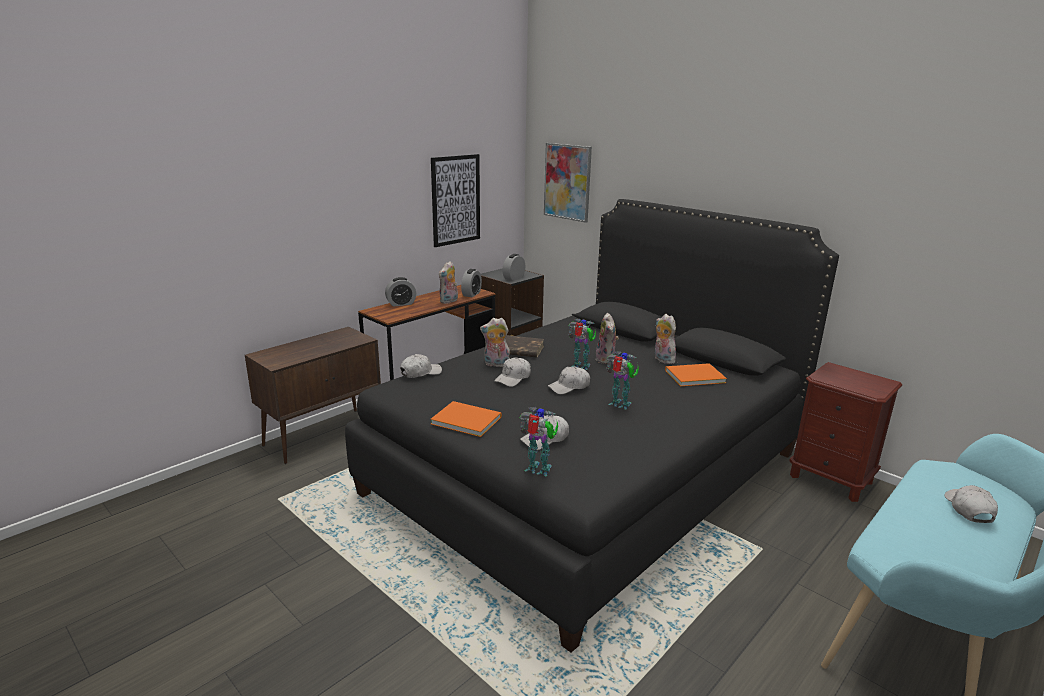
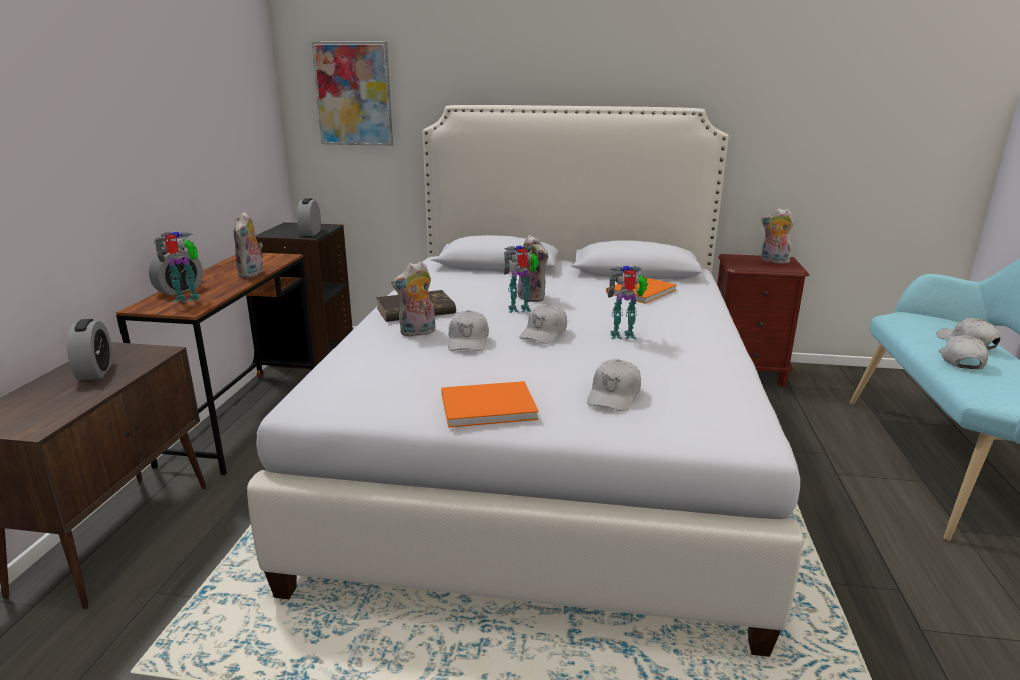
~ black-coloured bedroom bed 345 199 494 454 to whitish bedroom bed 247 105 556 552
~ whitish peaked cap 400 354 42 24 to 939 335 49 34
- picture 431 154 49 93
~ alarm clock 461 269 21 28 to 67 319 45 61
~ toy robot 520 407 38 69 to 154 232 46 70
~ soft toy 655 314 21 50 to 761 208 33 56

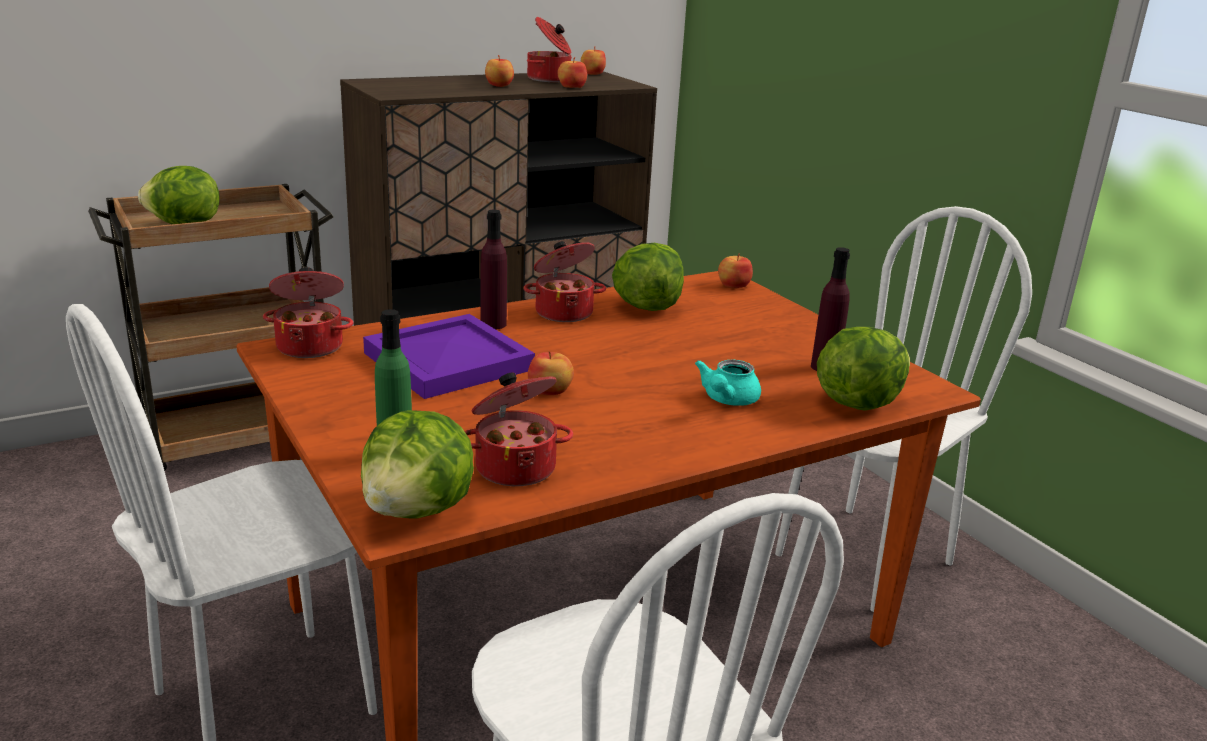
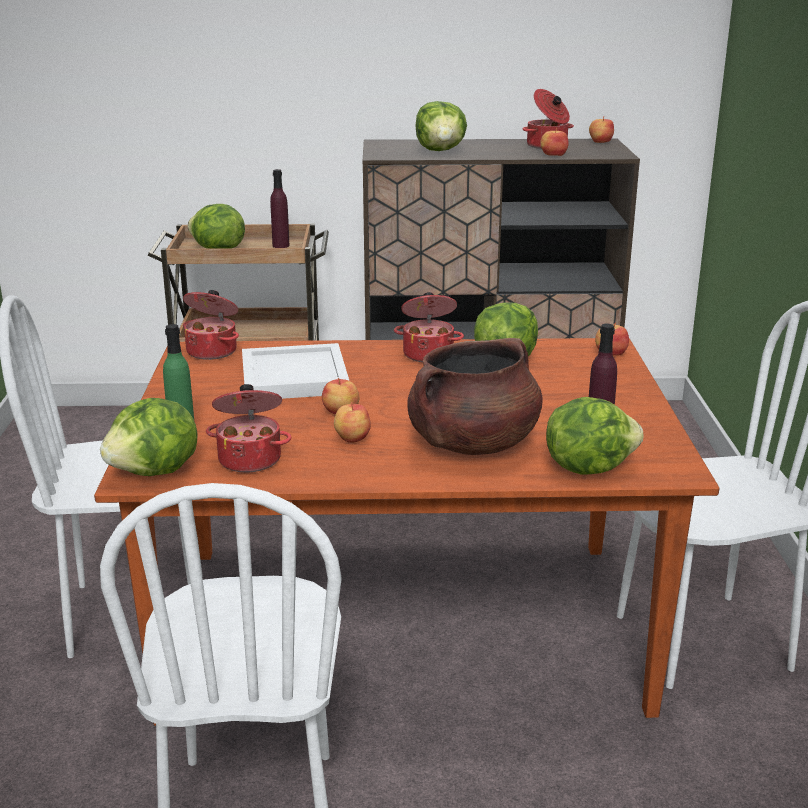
~ purple serving tray 363 314 172 85 to whitish serving tray 242 343 107 56
~ purple beverage bottle 480 210 27 119 to 270 169 19 79
~ whole apple 485 55 29 32 to 334 402 37 41
~ turquoise-coloured teapot 695 359 66 47 to brown-coloured saucepot 407 338 136 117
+ head of lettuce 416 101 51 50

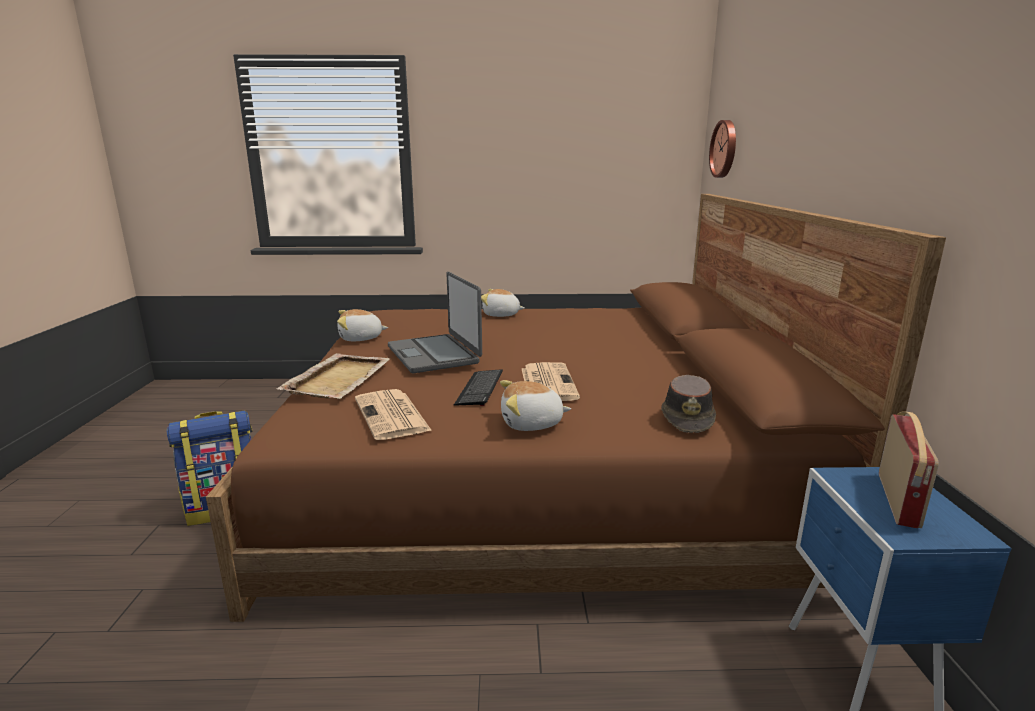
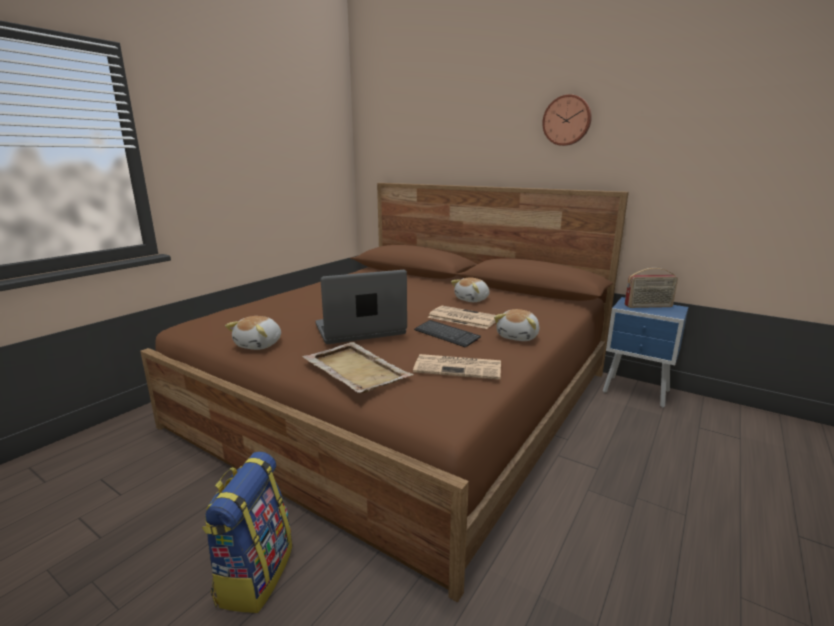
~ laptop 388 271 94 102 = 315 270 92 74 150 degrees clockwise
~ soft toy 481 289 43 28 to 451 277 39 25
- brown-coloured wearable hat 661 375 55 58
~ hanging clock 709 120 27 58 to 542 94 50 52
~ radio receiver 879 411 60 117 = 625 268 53 40 120 degrees clockwise

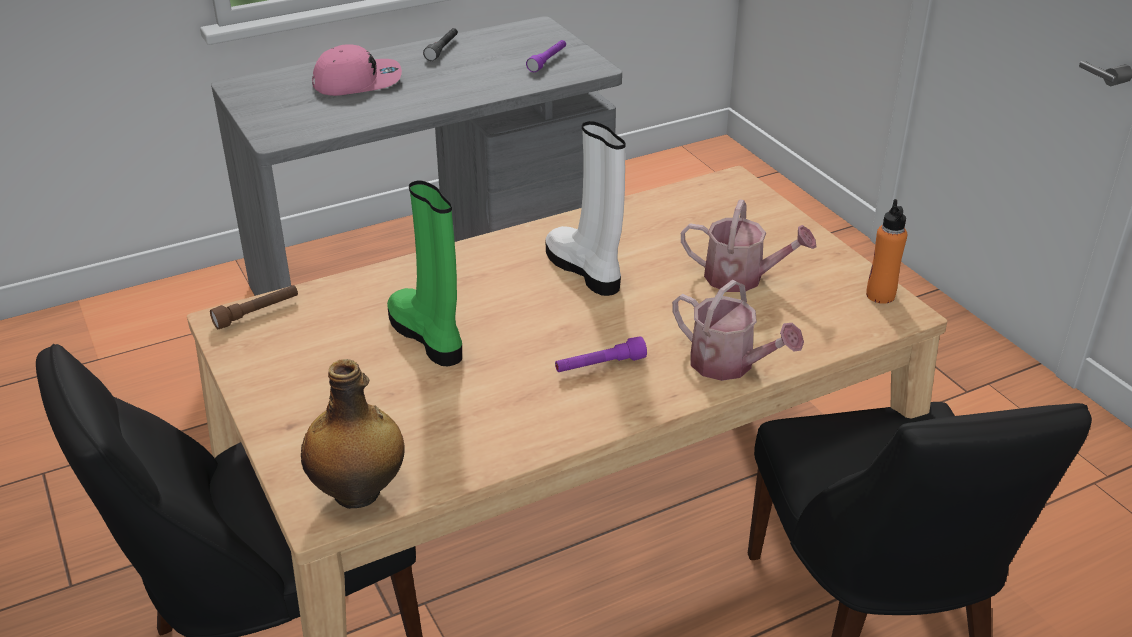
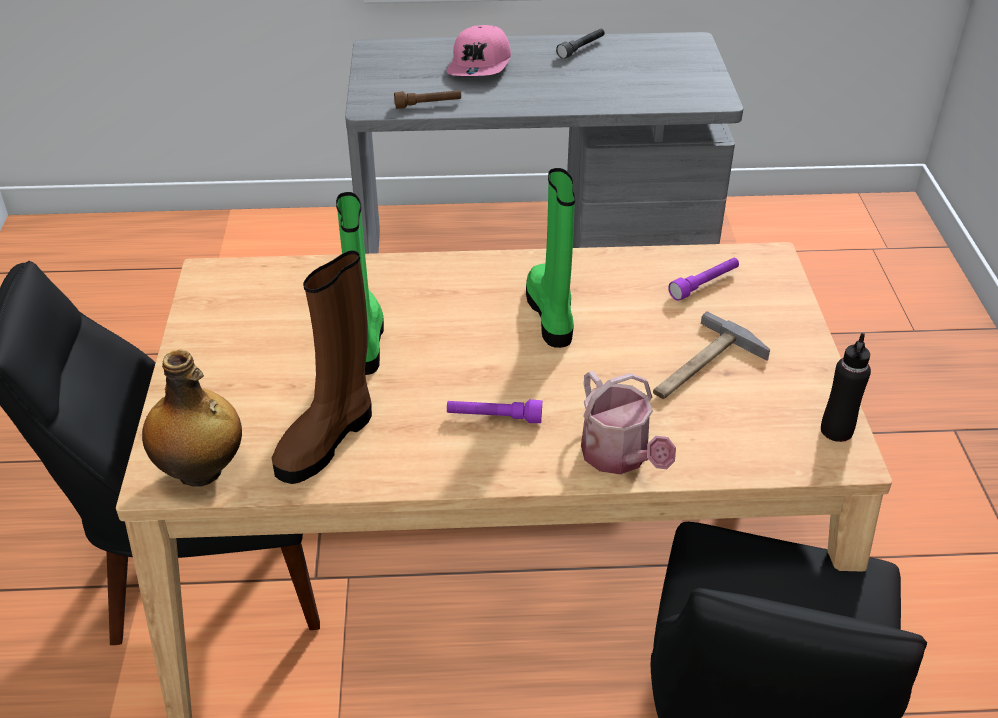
~ brown-coloured hand torch 210 285 88 44 to 394 90 67 19
~ pinkish peaked cap 312 44 90 52 = 447 25 64 51 90 degrees clockwise
~ purple hand torch 526 40 40 32 to 668 258 71 43
~ whitish high-top boot 546 121 79 175 to green-coloured high-top boot 526 168 49 180
~ watering can 681 200 135 92 to hand hammer 653 311 117 88
~ orangey beverage bottle 866 199 41 105 to black-coloured beverage bottle 821 333 50 109
+ brown-coloured high-top boot 272 250 100 234

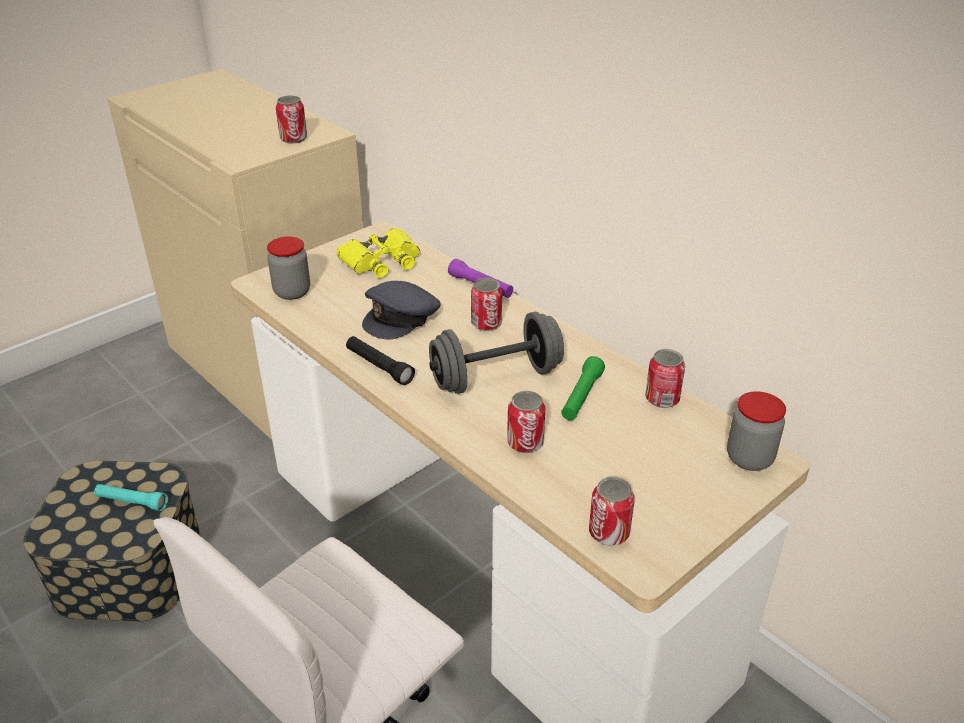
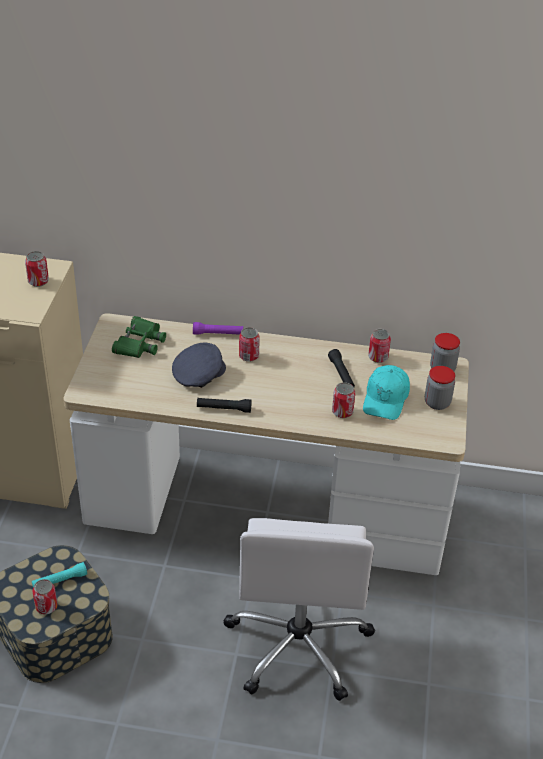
~ jar 267 237 43 63 to 425 366 30 44
~ yellow-coloured pair of binoculars 336 228 84 50 to green-coloured pair of binoculars 112 316 54 42
~ gray peaked cap 362 281 79 58 = 172 342 54 46 135 degrees counterclockwise
- gray dumbbell 429 312 135 82
~ green-coloured hand torch 561 356 44 64 to black-coloured hand torch 328 349 27 38
~ can 589 476 46 70 to 32 579 26 36
+ turquoise-coloured peaked cap 363 365 47 55

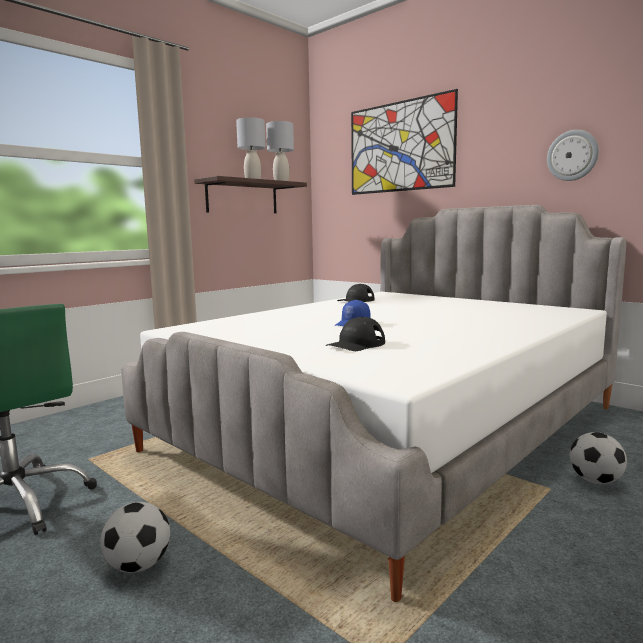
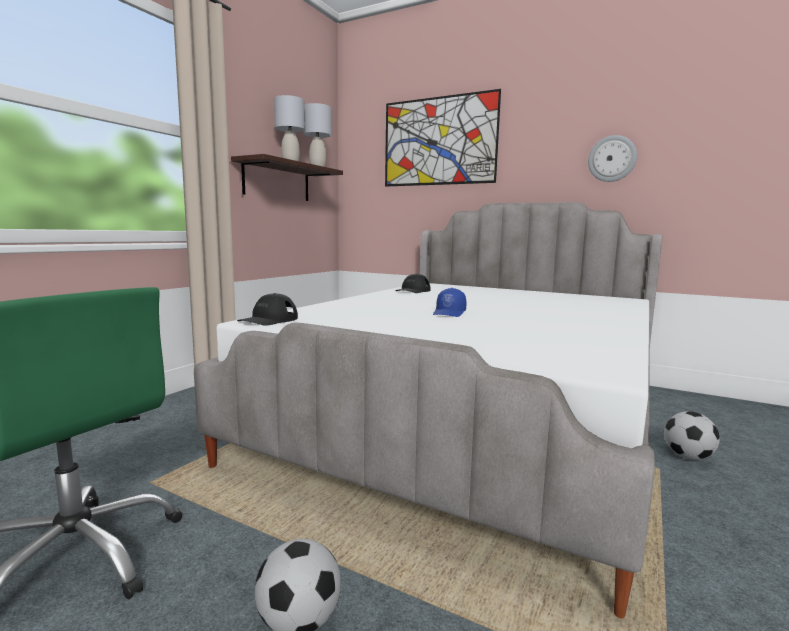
~ black-coloured peaked cap 326 317 59 34 to 237 293 61 33

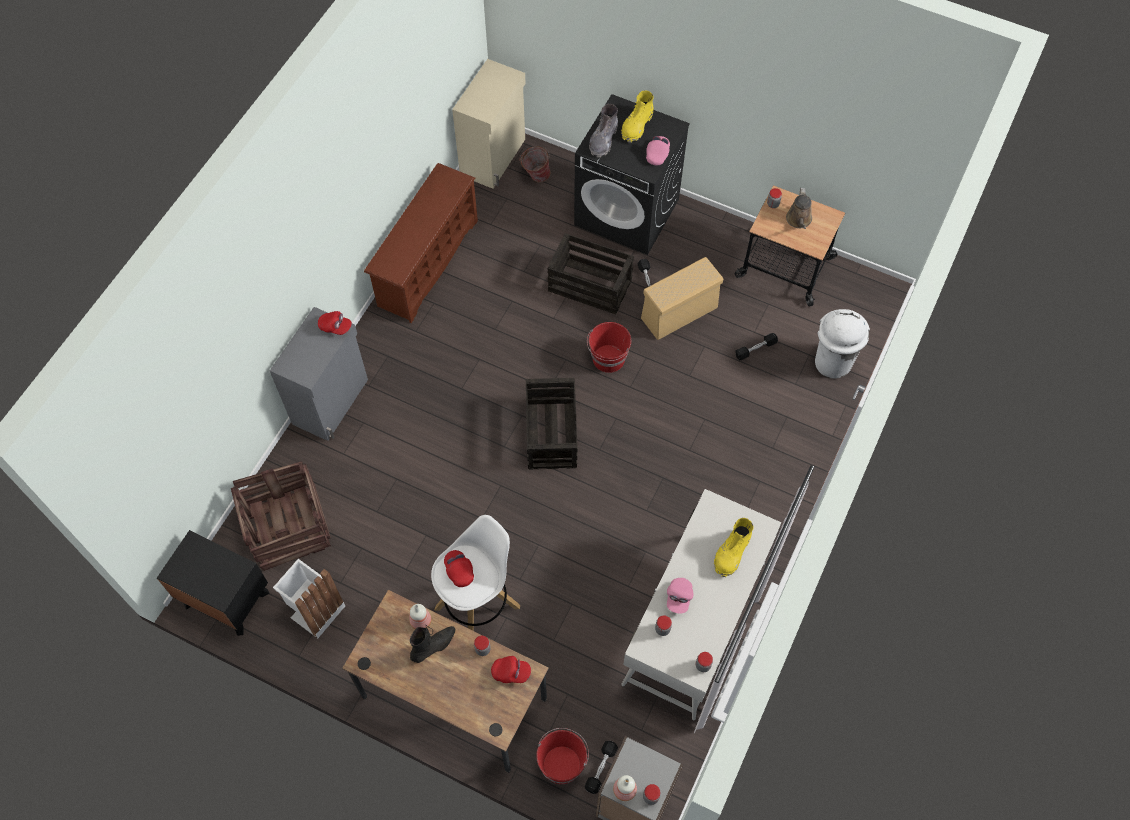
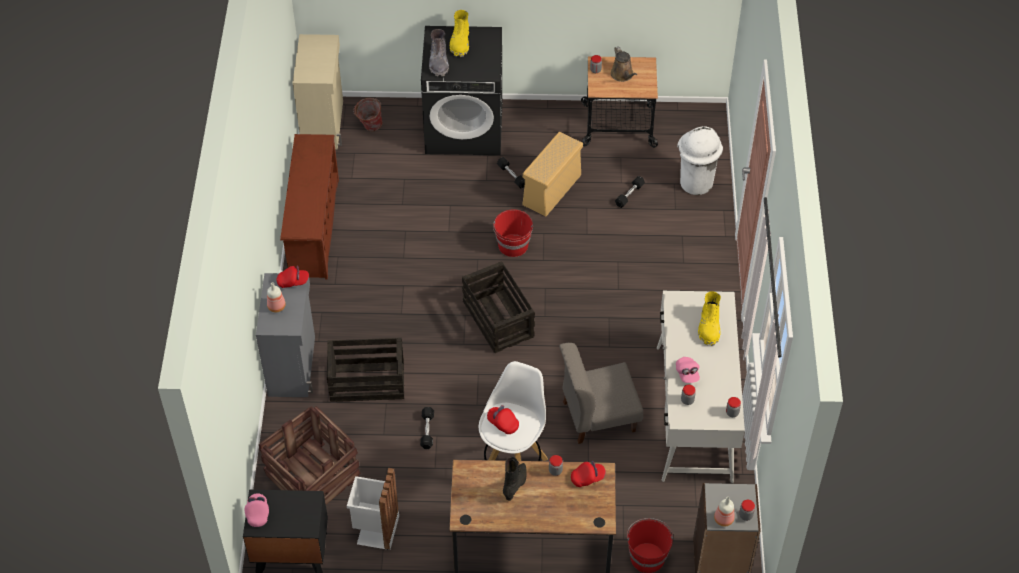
~ beverage bottle 409 604 23 25 to 267 282 19 30
~ crate 548 233 86 82 to 327 338 77 64
~ black-coloured dumbbell 585 741 33 53 to 420 407 14 42
~ pinkish peaked cap 646 136 24 29 to 245 493 24 34
+ gray chair 559 343 84 101

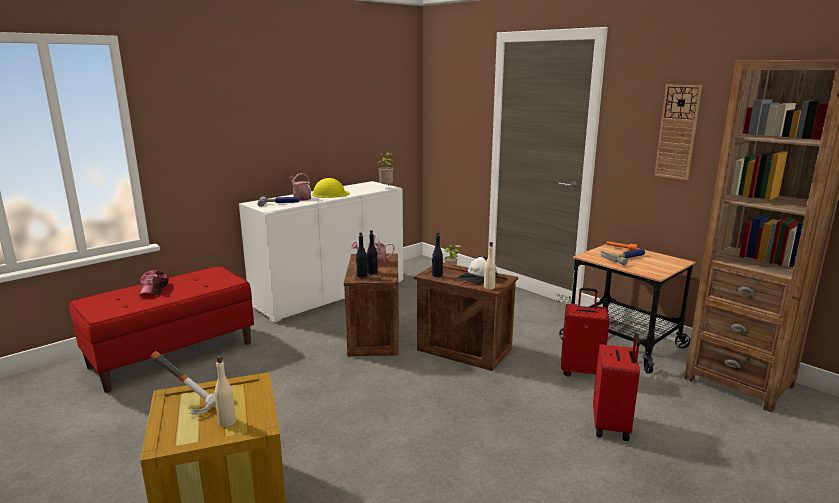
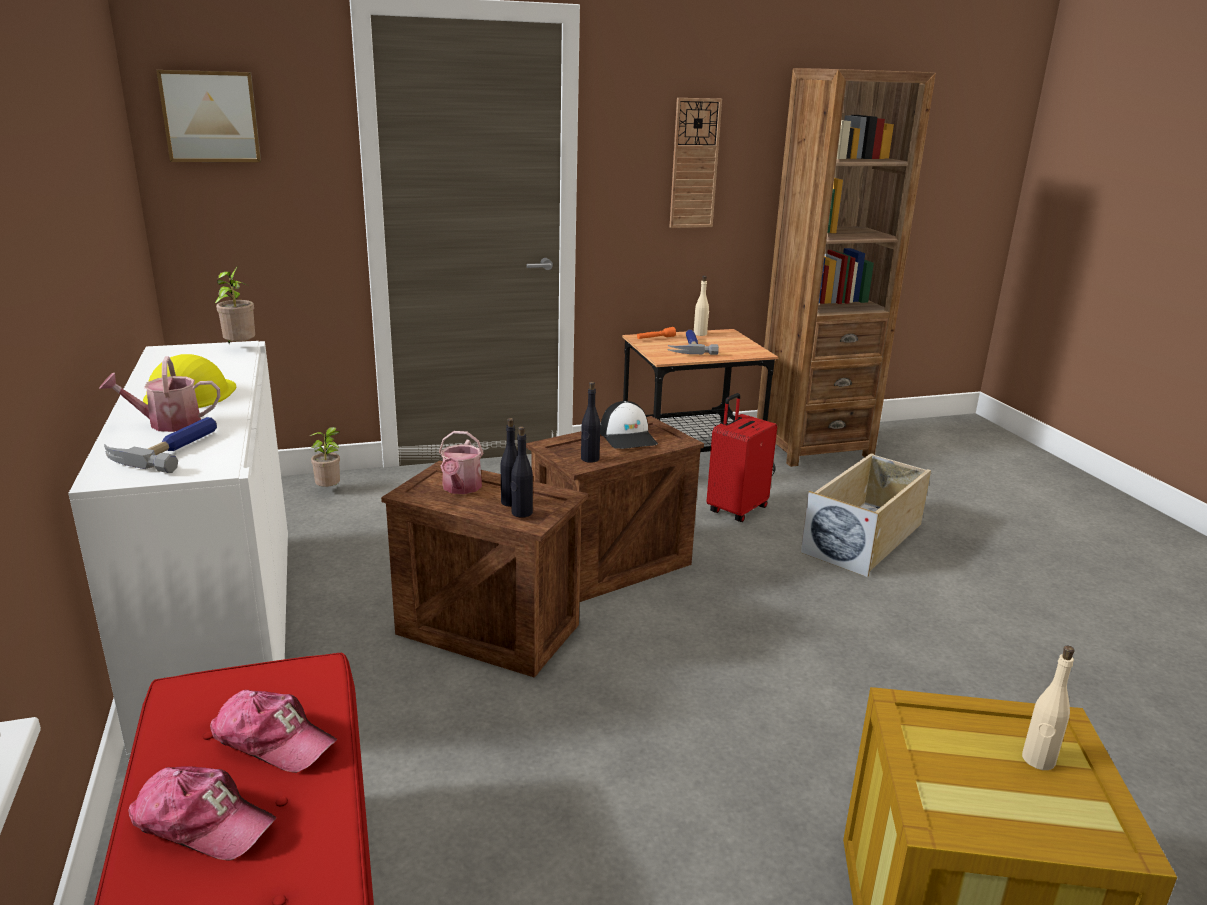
- hand hammer 151 351 65 64
~ beige beverage bottle 484 242 12 47 to 694 276 15 60
~ red travel case 593 333 47 108 to beige storage container 801 453 130 124
+ picture 156 70 105 92
+ peaked cap 210 690 128 83

